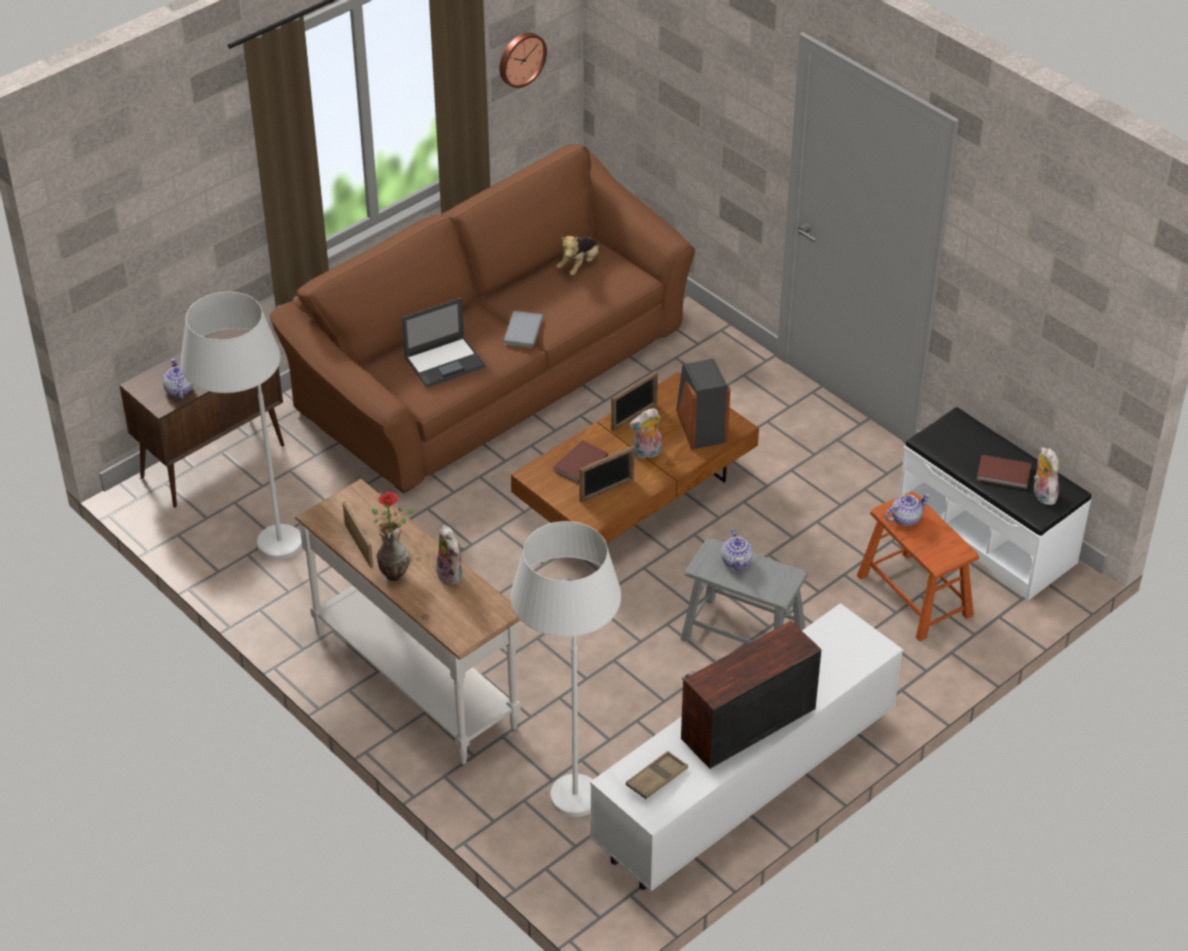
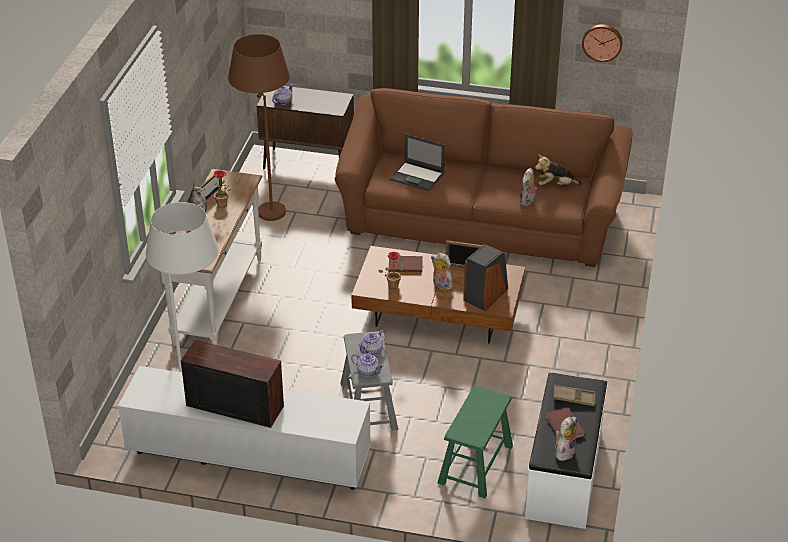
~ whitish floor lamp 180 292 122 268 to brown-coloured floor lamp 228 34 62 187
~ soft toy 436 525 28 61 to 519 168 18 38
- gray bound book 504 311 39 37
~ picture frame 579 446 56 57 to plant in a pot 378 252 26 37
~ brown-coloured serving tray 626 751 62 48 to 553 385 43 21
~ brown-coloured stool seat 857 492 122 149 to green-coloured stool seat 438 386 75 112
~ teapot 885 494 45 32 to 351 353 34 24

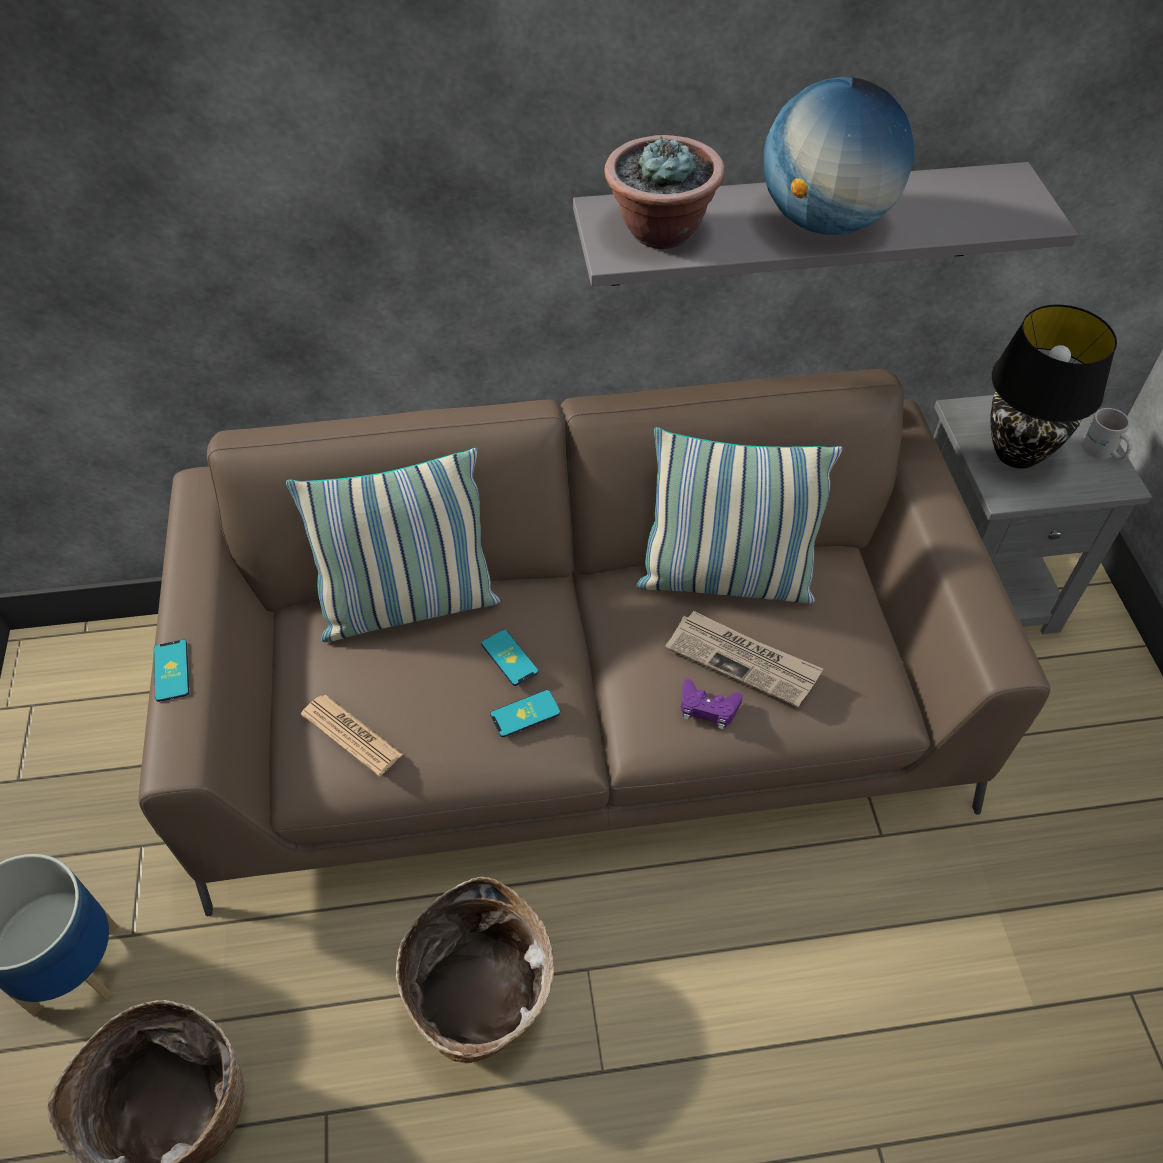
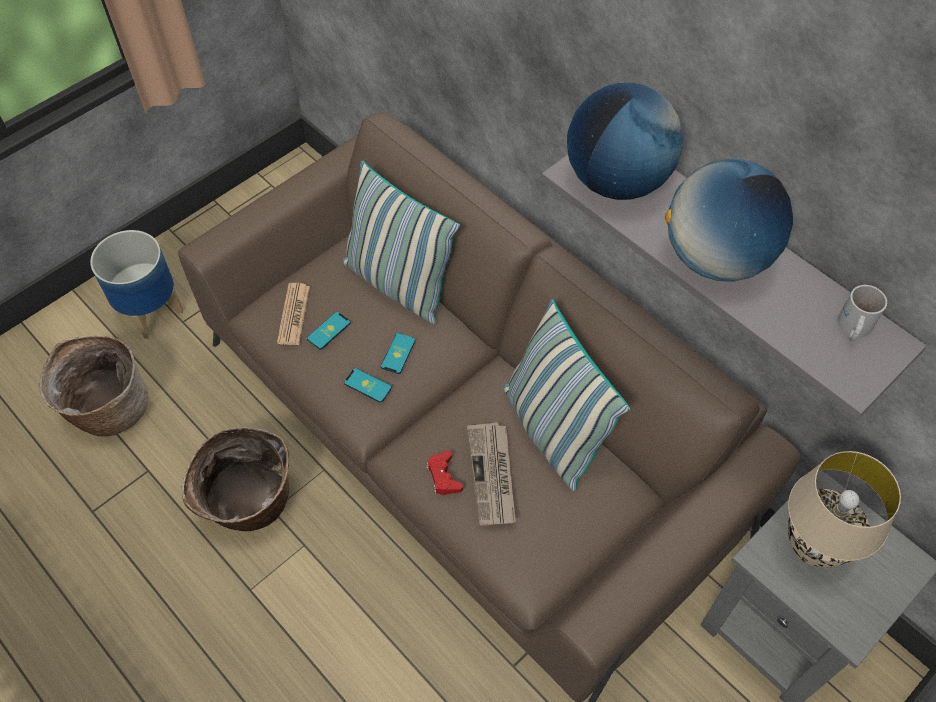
~ phone 154 640 35 62 to 307 312 44 38
~ plant in a pot 604 135 121 114 to world globe 567 83 116 117
~ purple joypad 681 679 62 51 to red joypad 426 450 37 45
~ black-coloured lamp for a table 990 304 127 165 to beige lamp for a table 788 451 113 117
~ whitish tea mug 1081 408 51 52 to 838 285 49 56

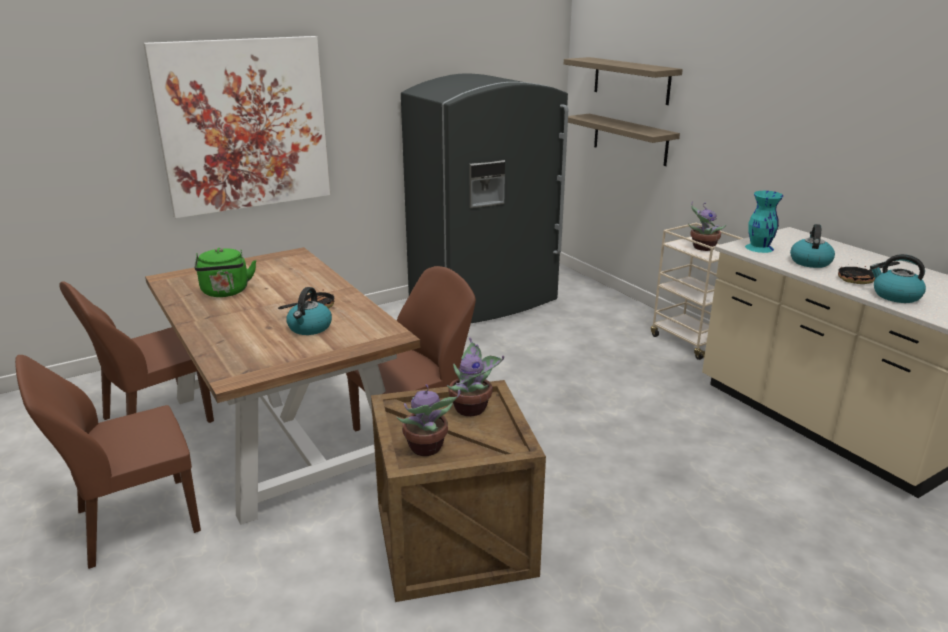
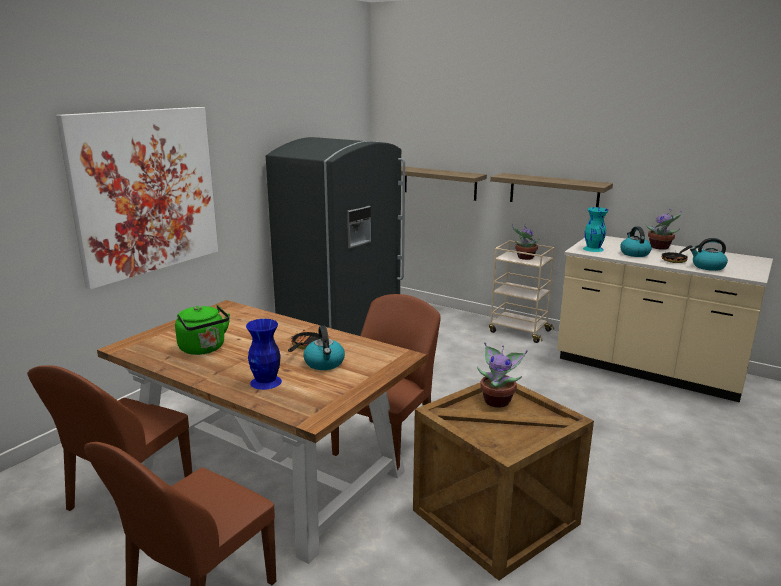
~ plant in a pot 397 384 64 72 to 646 209 36 41
~ bracket shelf 564 57 119 48 to 490 173 123 34
+ bluish flower vase 246 319 36 71

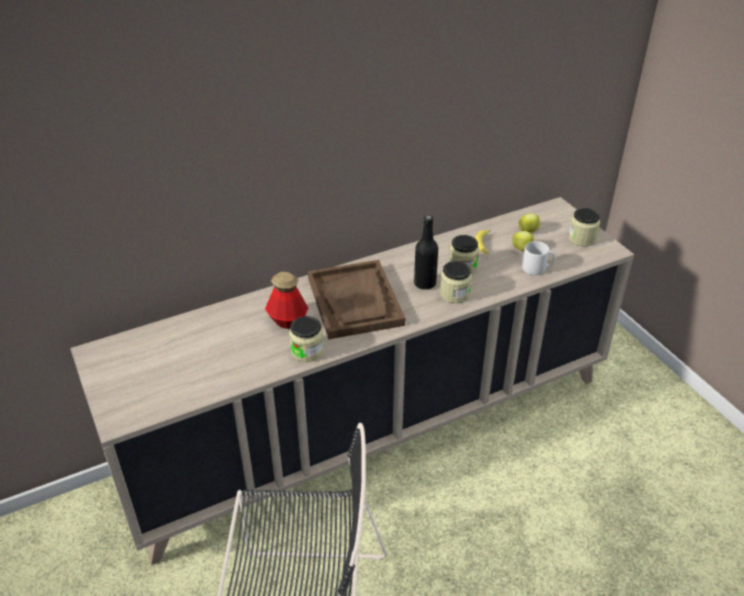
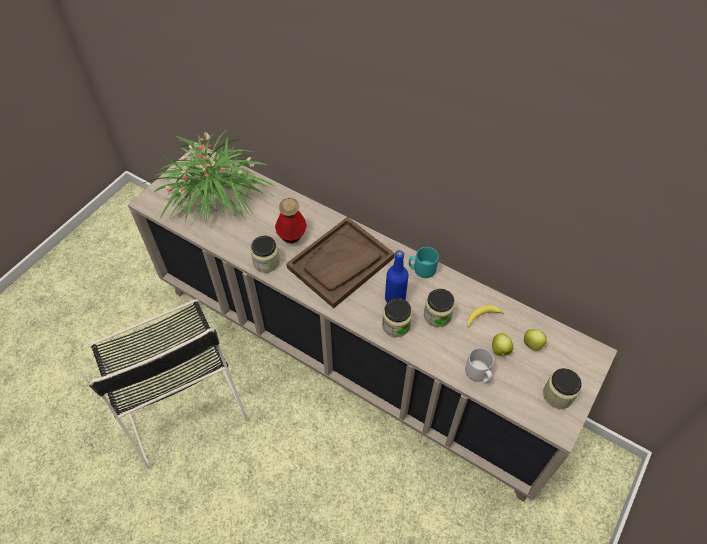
~ black-coloured beverage bottle 414 215 24 75 to bluish beverage bottle 385 250 24 53
+ plant in a pot 142 129 134 94
+ turquoise-coloured tea mug 409 247 30 31

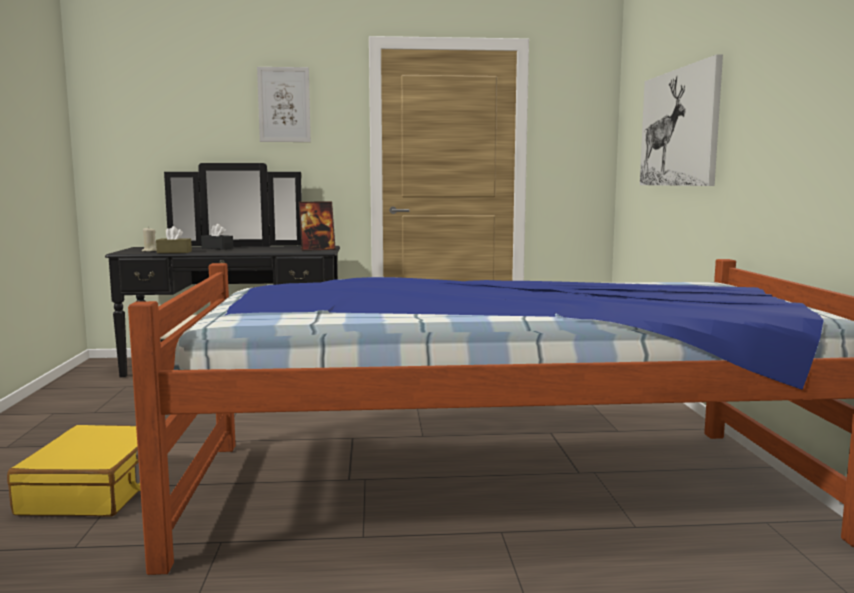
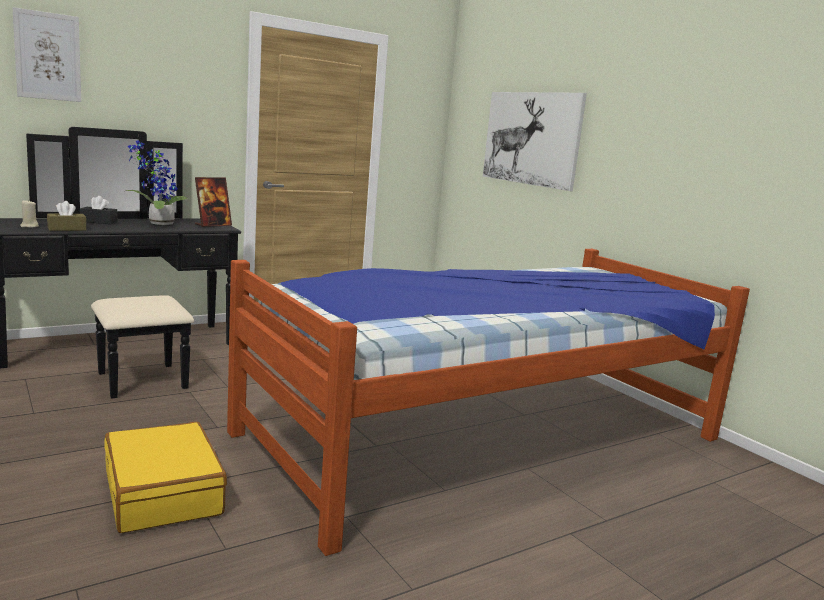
~ picture 257 67 54 75 to 13 7 68 95
+ plant in a pot 126 140 62 85

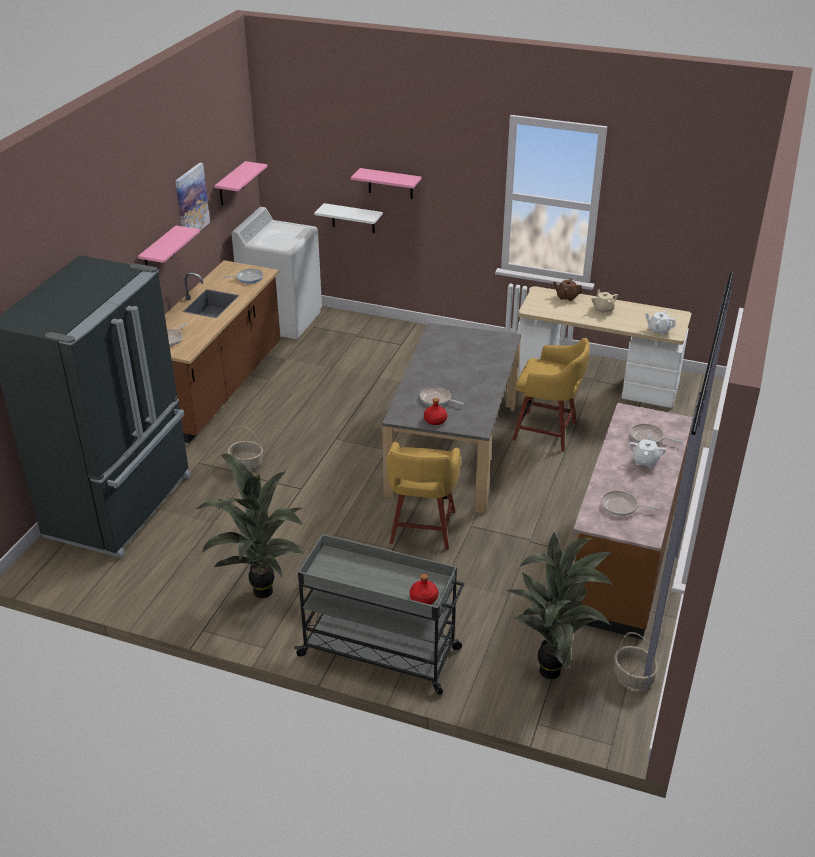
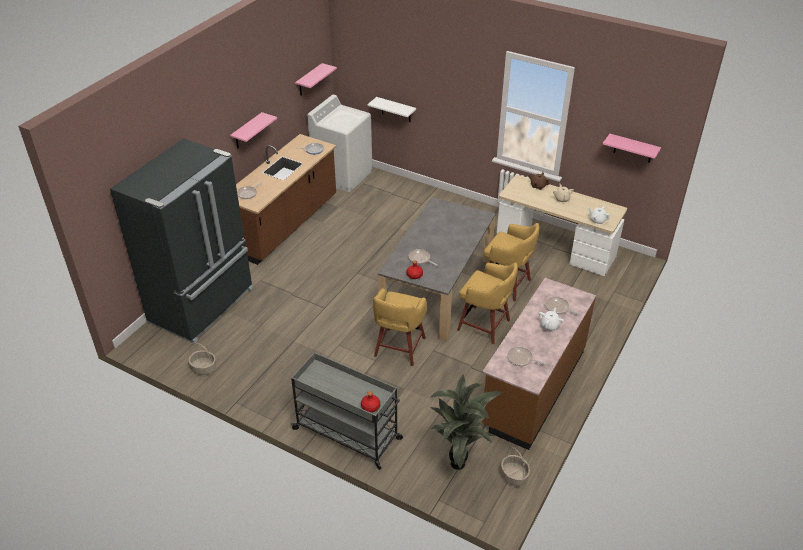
- picture 175 163 35 68
- plant in a pot 195 453 109 145
~ basket 227 426 36 44 to 188 343 28 32
~ pinkish bracket shelf 351 168 71 31 to 603 134 58 29
+ yellow-coloured stool seat 457 263 61 82

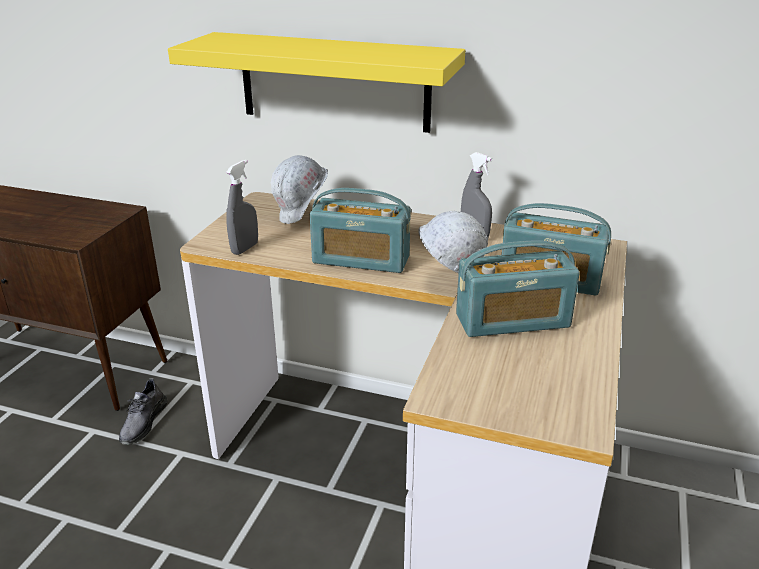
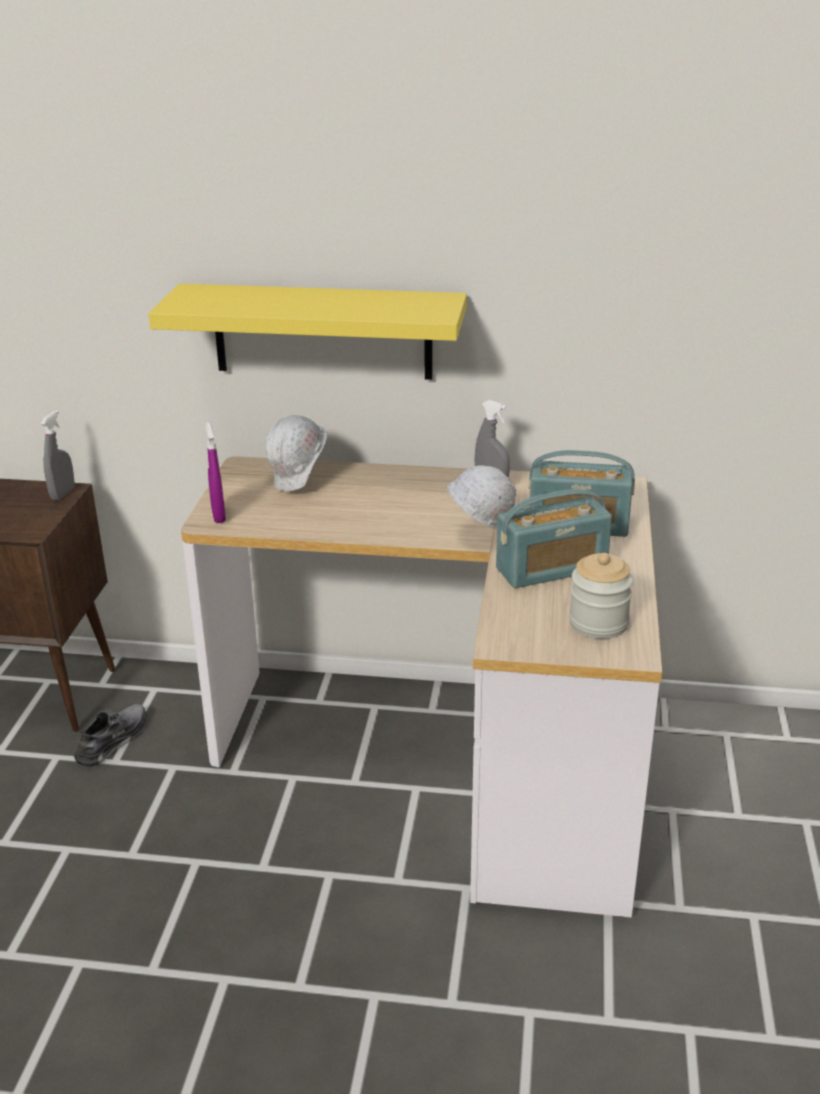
~ gray low shoe 119 378 49 67 = 74 704 73 63 150 degrees counterclockwise
~ gray sprayer 226 160 32 95 to 41 410 34 90
- radio receiver 310 188 101 85
+ purple sprayer 206 422 20 101
+ jar 569 553 64 86

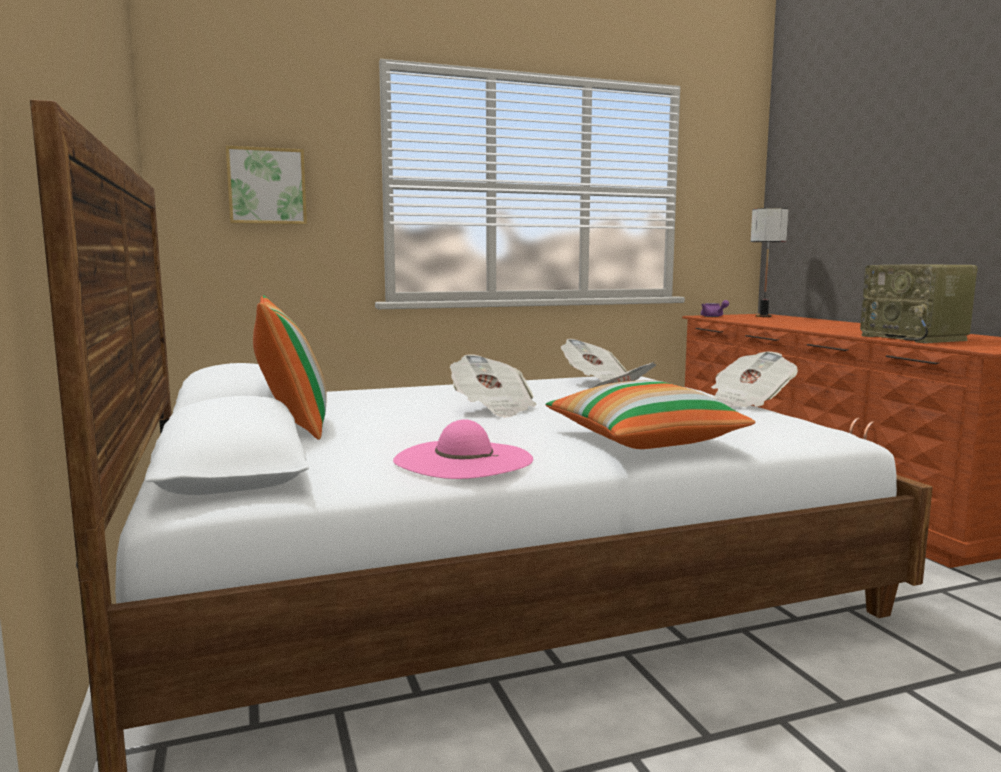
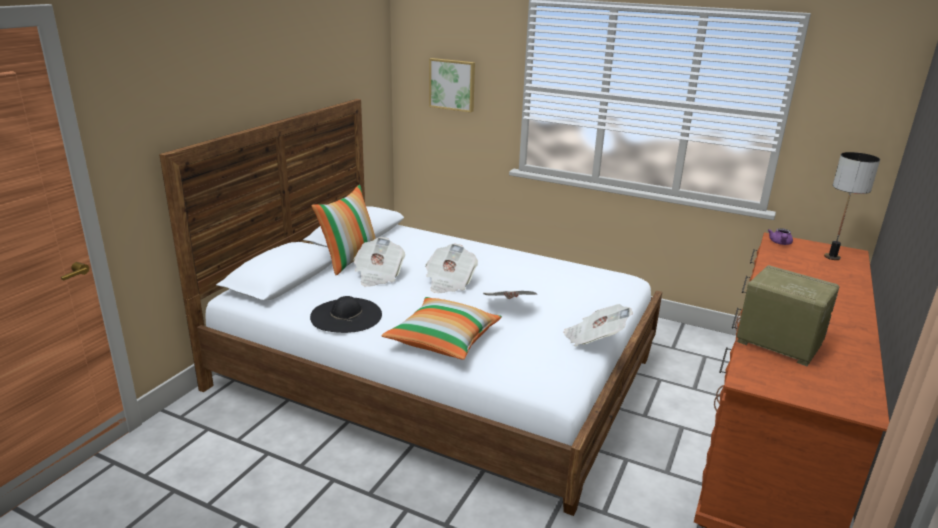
~ pinkish wearable hat 393 419 140 60 to black-coloured wearable hat 310 296 72 37
~ daily paper 561 339 66 43 to 353 237 52 50
~ radio receiver 860 265 118 78 = 737 265 103 101 105 degrees clockwise

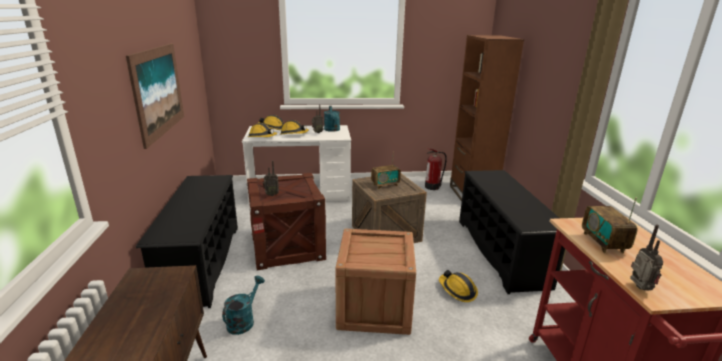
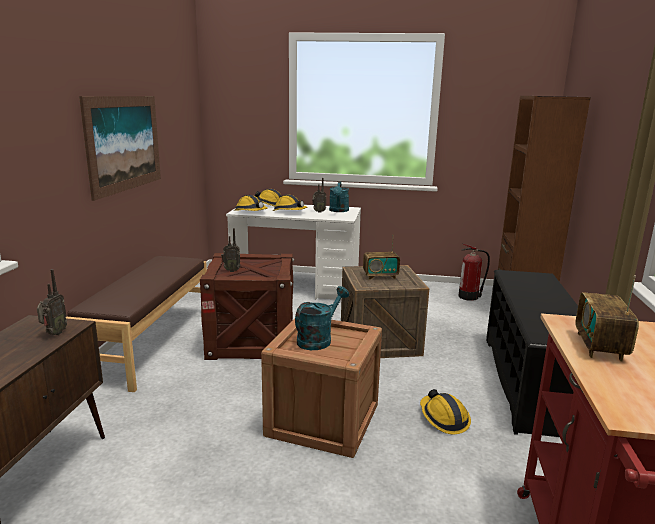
~ black-coloured shoe shelf 136 175 102 133 to brown-coloured bench 66 256 141 136
~ turquoise-coloured watering can 222 276 43 59 to 295 286 54 64
~ radio receiver 630 224 33 66 to 37 269 30 66

